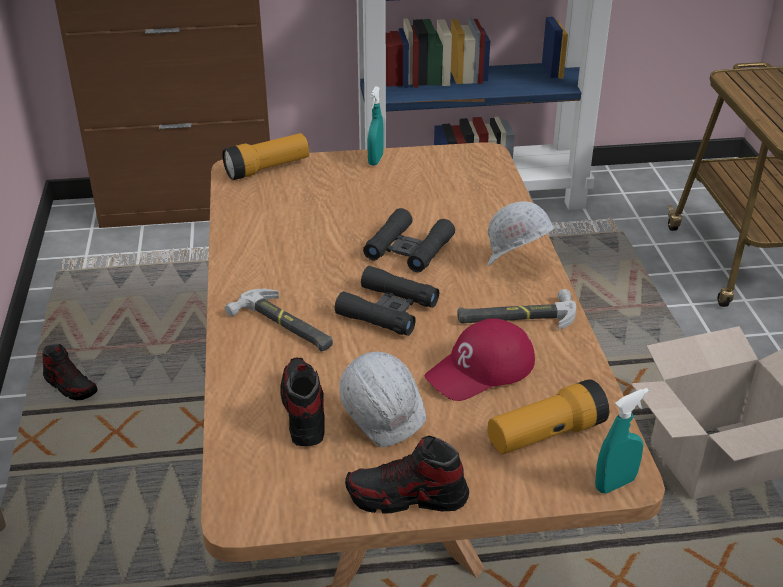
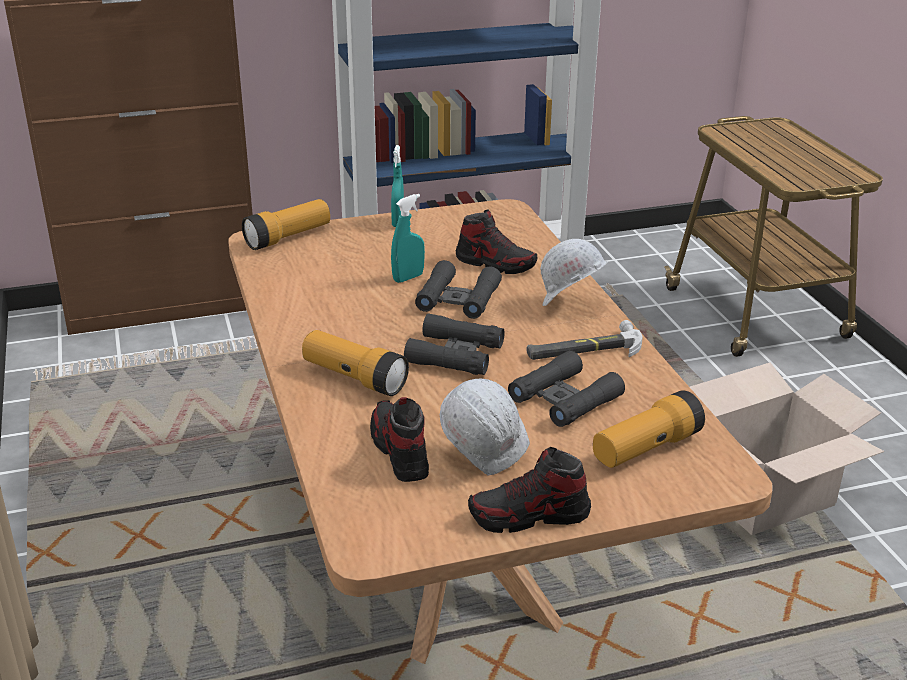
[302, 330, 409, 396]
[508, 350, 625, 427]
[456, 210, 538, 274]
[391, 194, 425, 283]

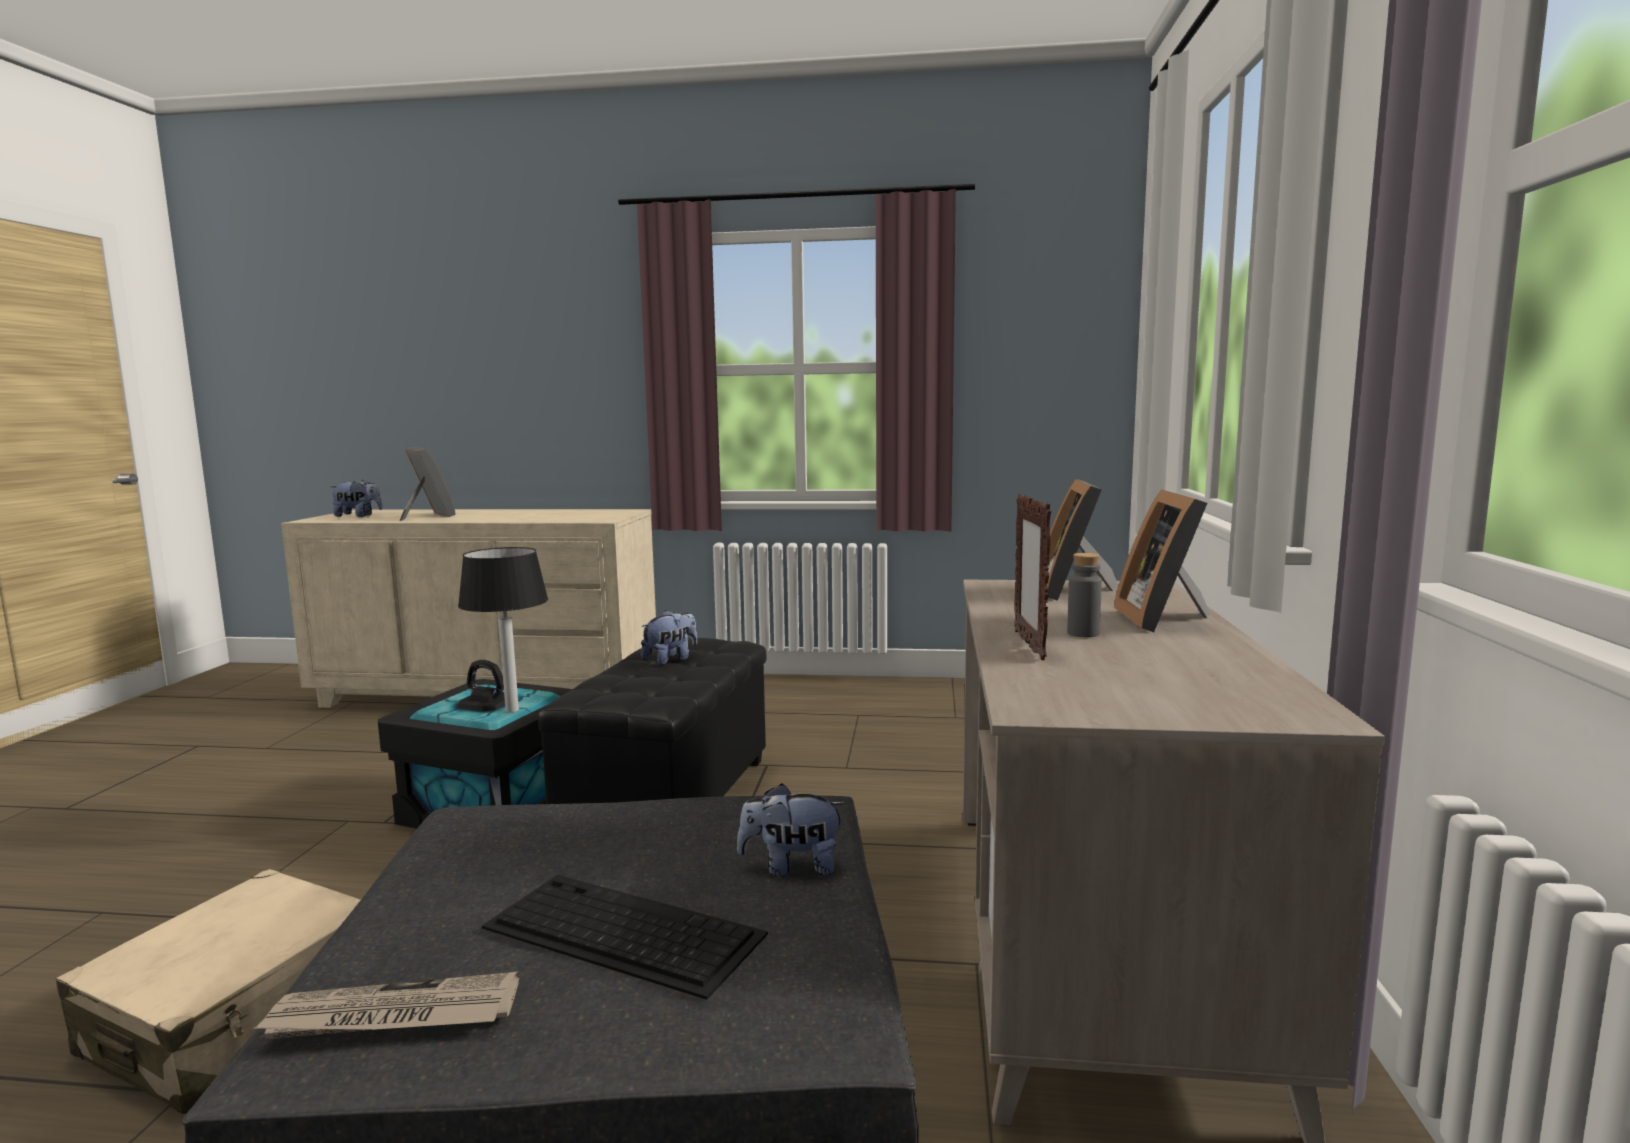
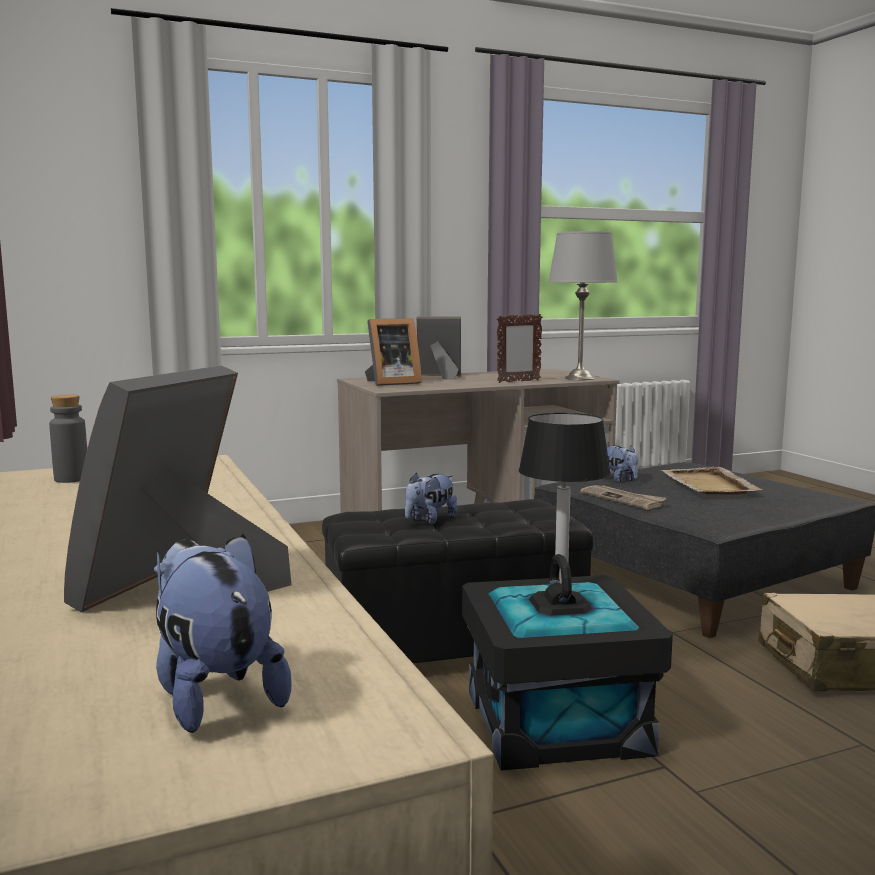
[417, 316, 461, 380]
[49, 394, 87, 483]
[405, 473, 458, 525]
[661, 467, 763, 495]
[580, 485, 666, 510]
[548, 231, 618, 380]

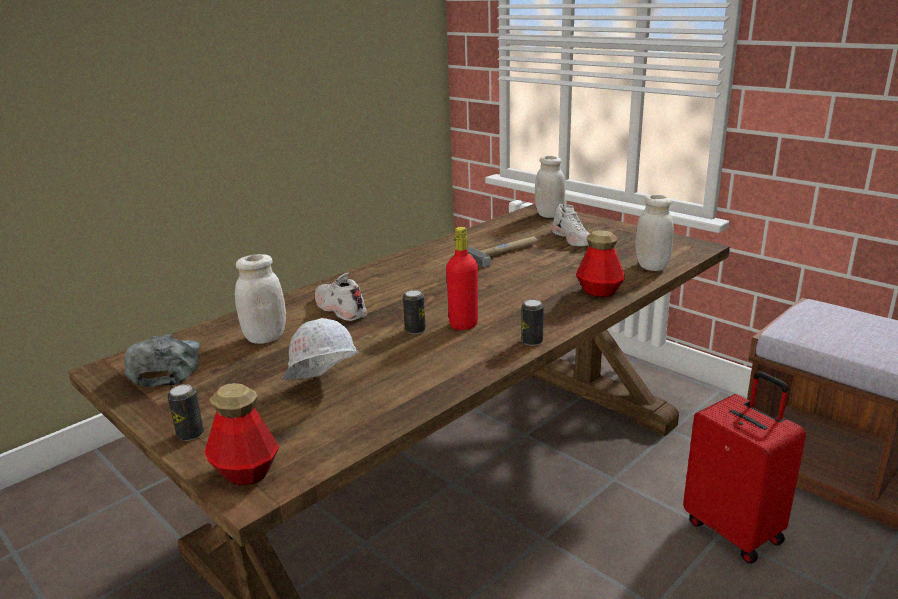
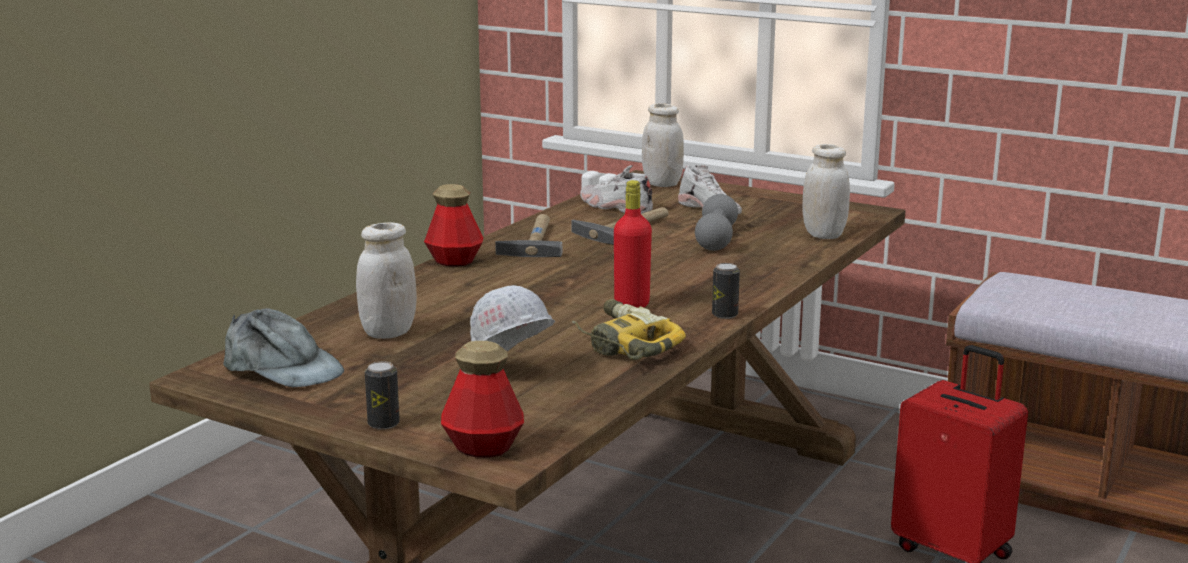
[424, 184, 483, 267]
[580, 165, 653, 214]
[403, 290, 426, 334] (first image)
[223, 308, 344, 387]
[695, 194, 738, 251]
[495, 214, 562, 257]
[572, 299, 686, 360]

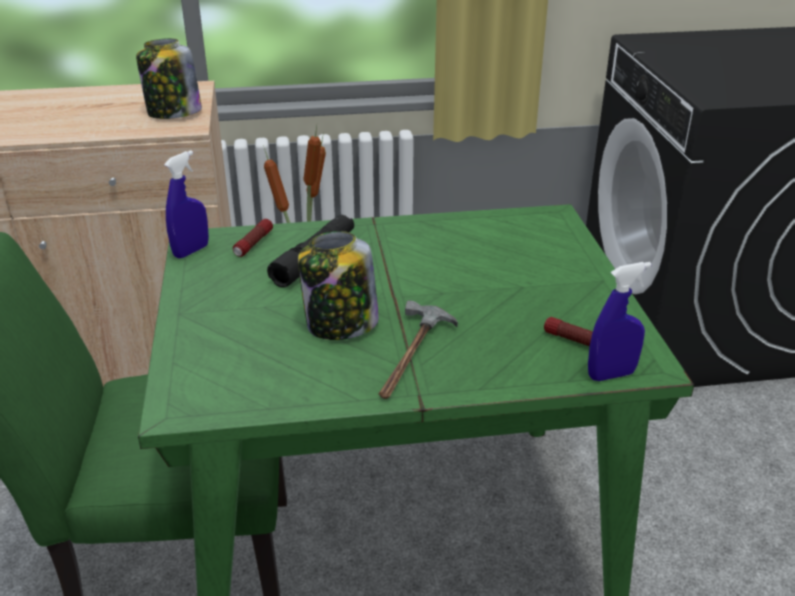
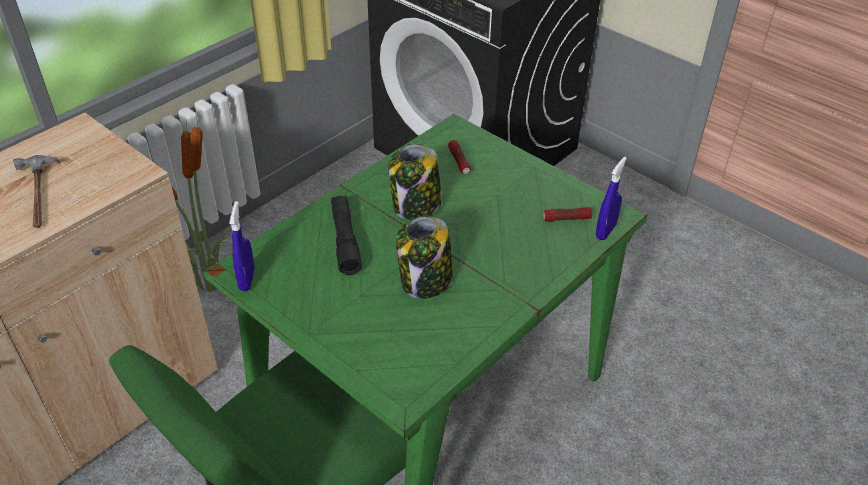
[388, 143, 442, 220]
[448, 140, 471, 174]
[13, 155, 60, 228]

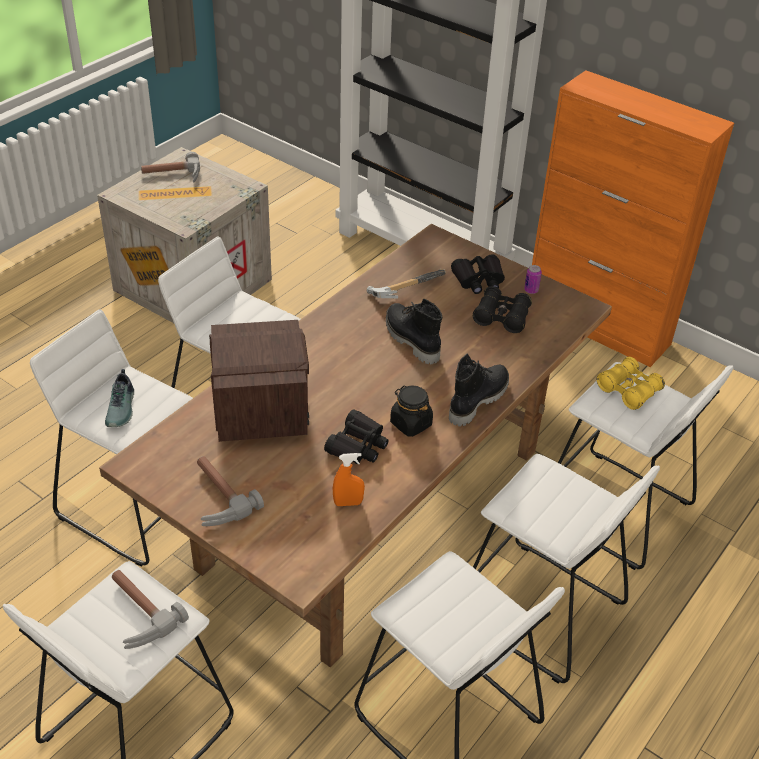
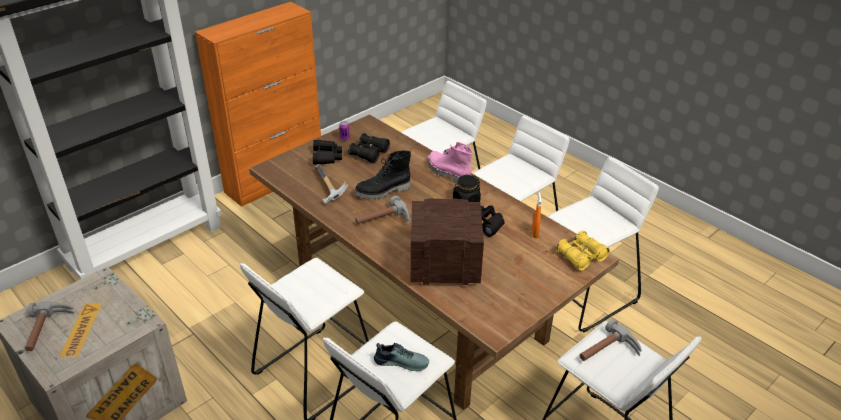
[428, 142, 473, 184]
[556, 231, 610, 271]
[355, 196, 409, 225]

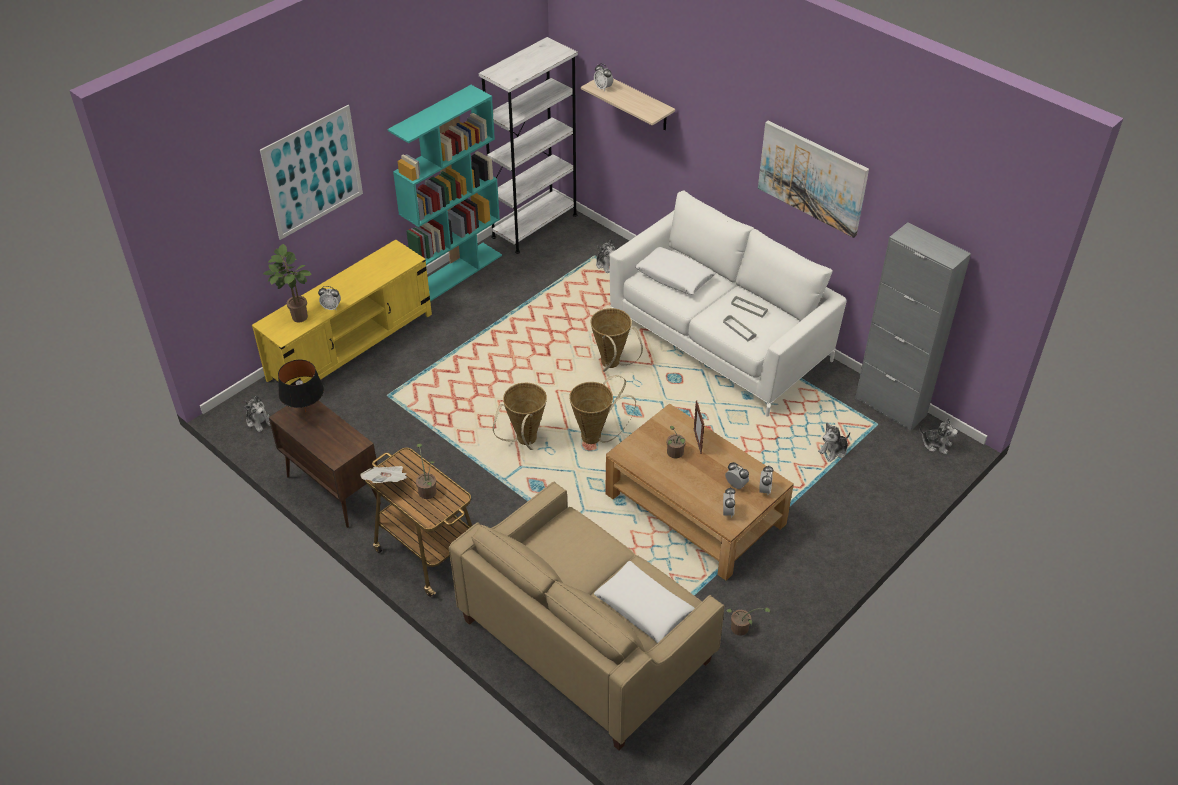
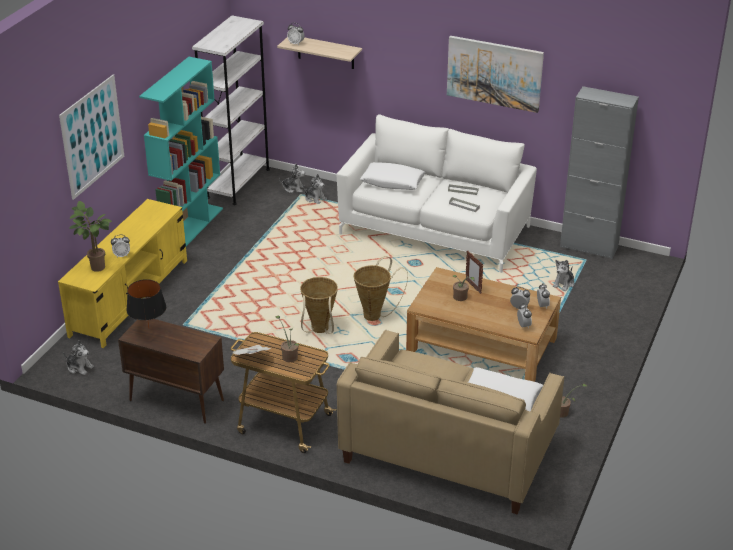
[590, 308, 643, 372] (first image)
[279, 164, 305, 193]

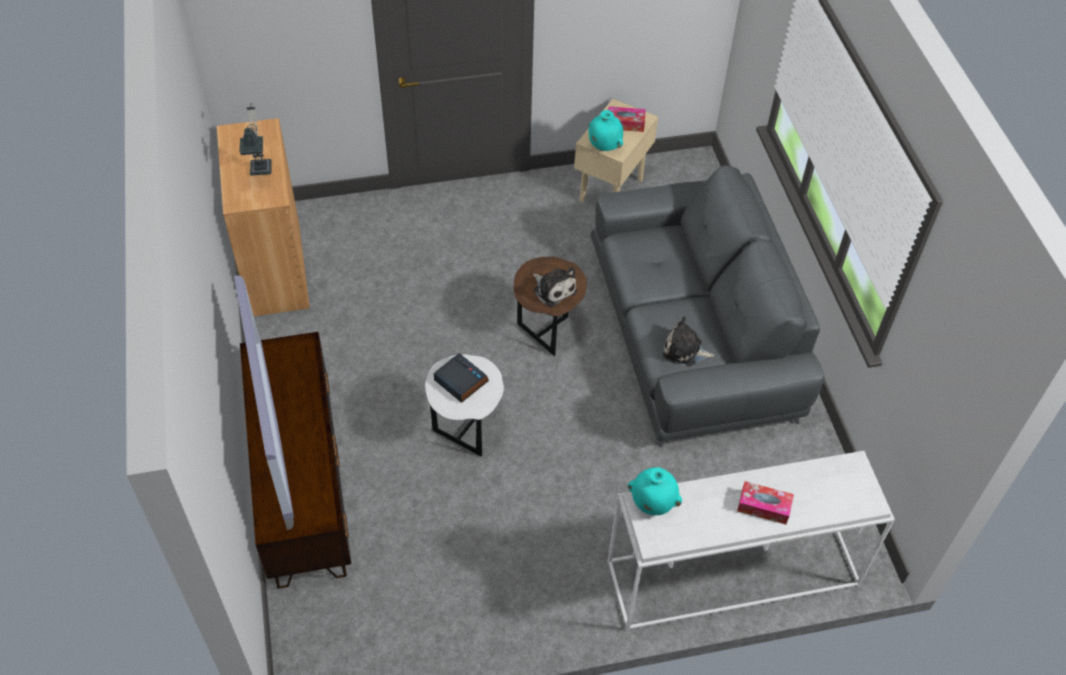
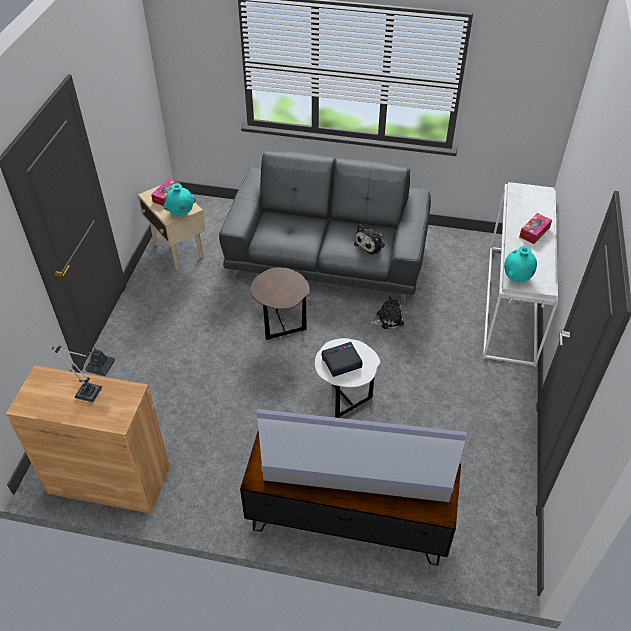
[369, 296, 404, 329]

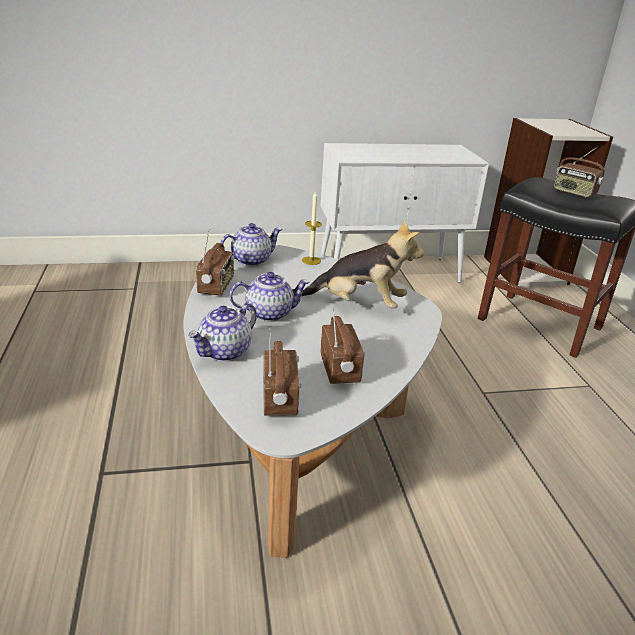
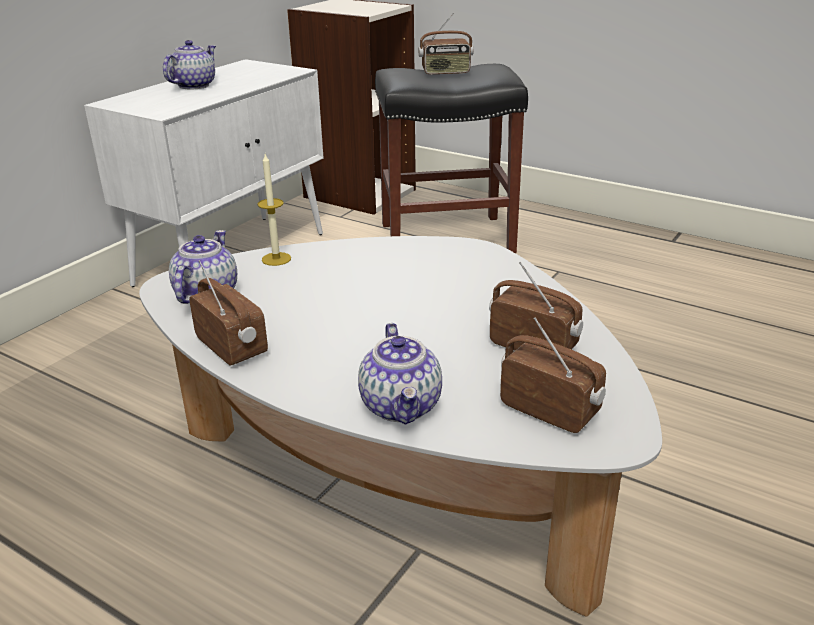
[302, 220, 424, 309] (first image)
[163, 40, 216, 89]

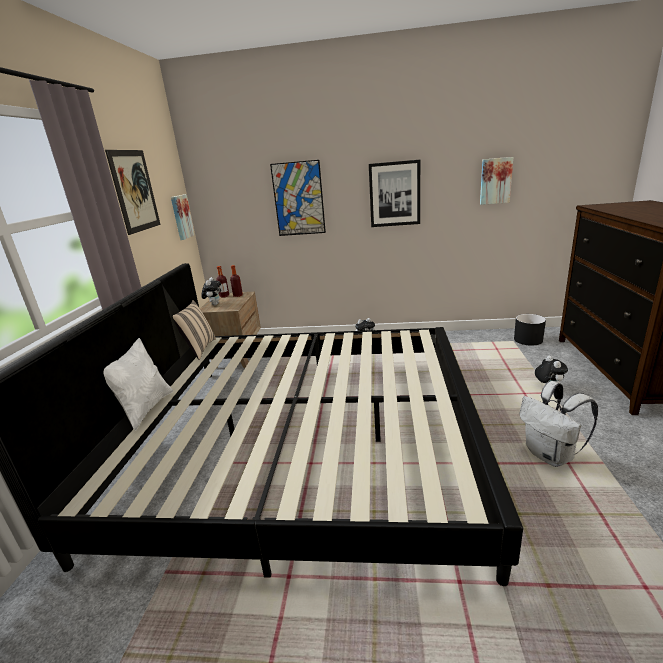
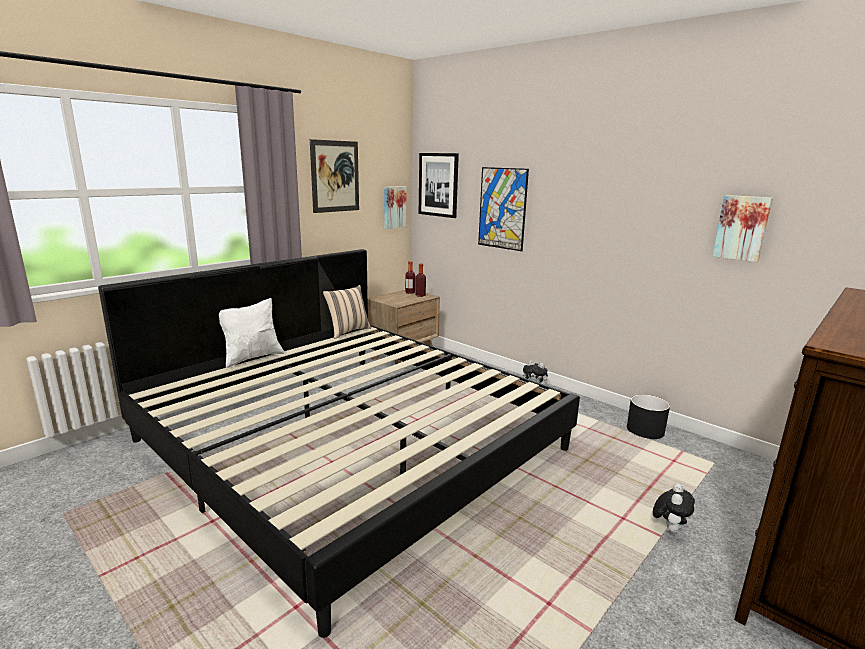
[419, 153, 459, 218]
[201, 277, 221, 306] (first image)
[627, 395, 670, 439]
[520, 381, 598, 467] (first image)

